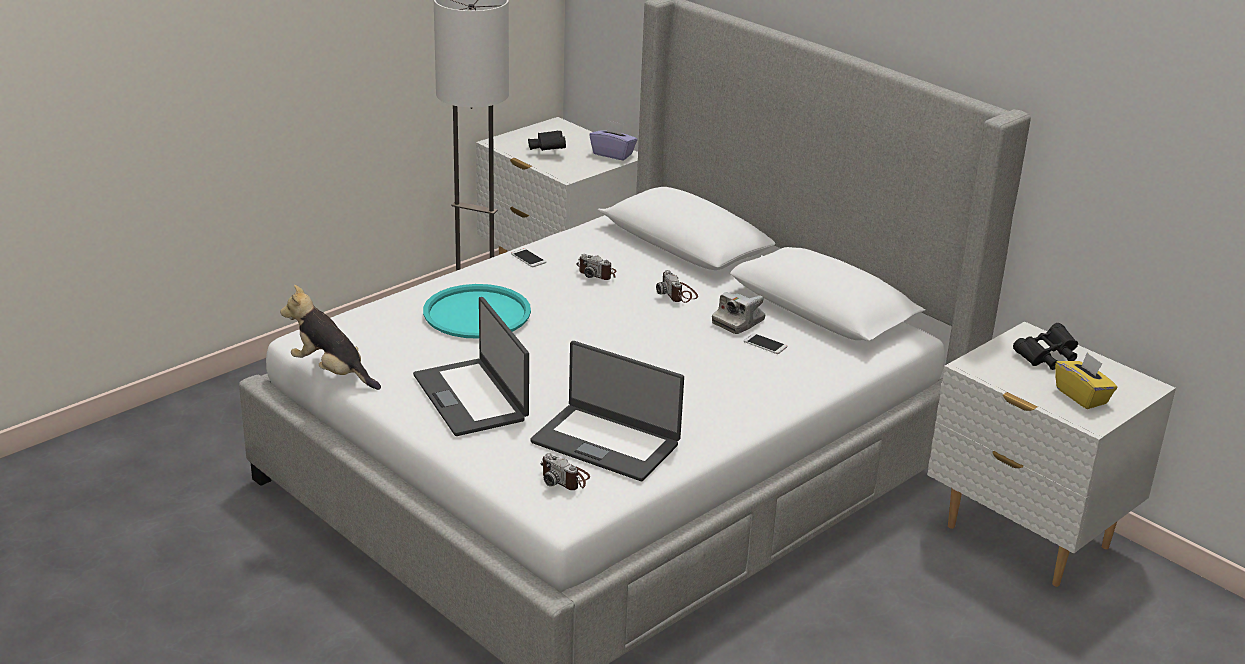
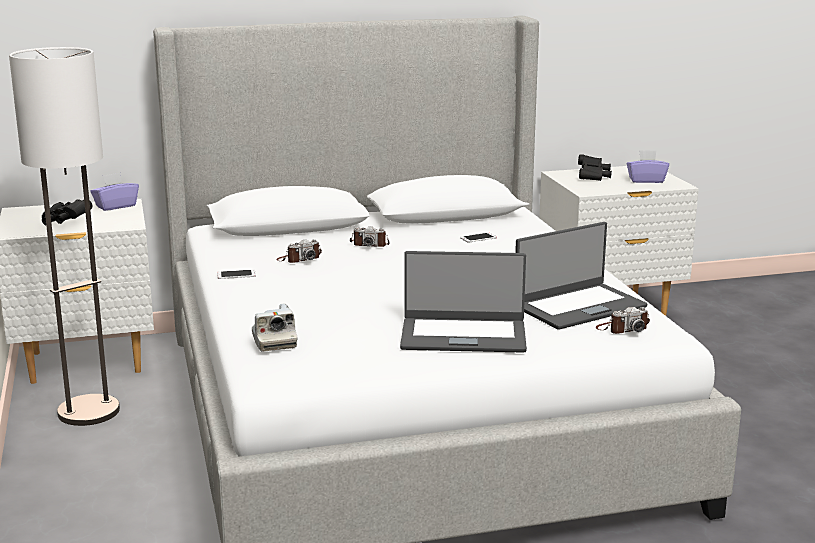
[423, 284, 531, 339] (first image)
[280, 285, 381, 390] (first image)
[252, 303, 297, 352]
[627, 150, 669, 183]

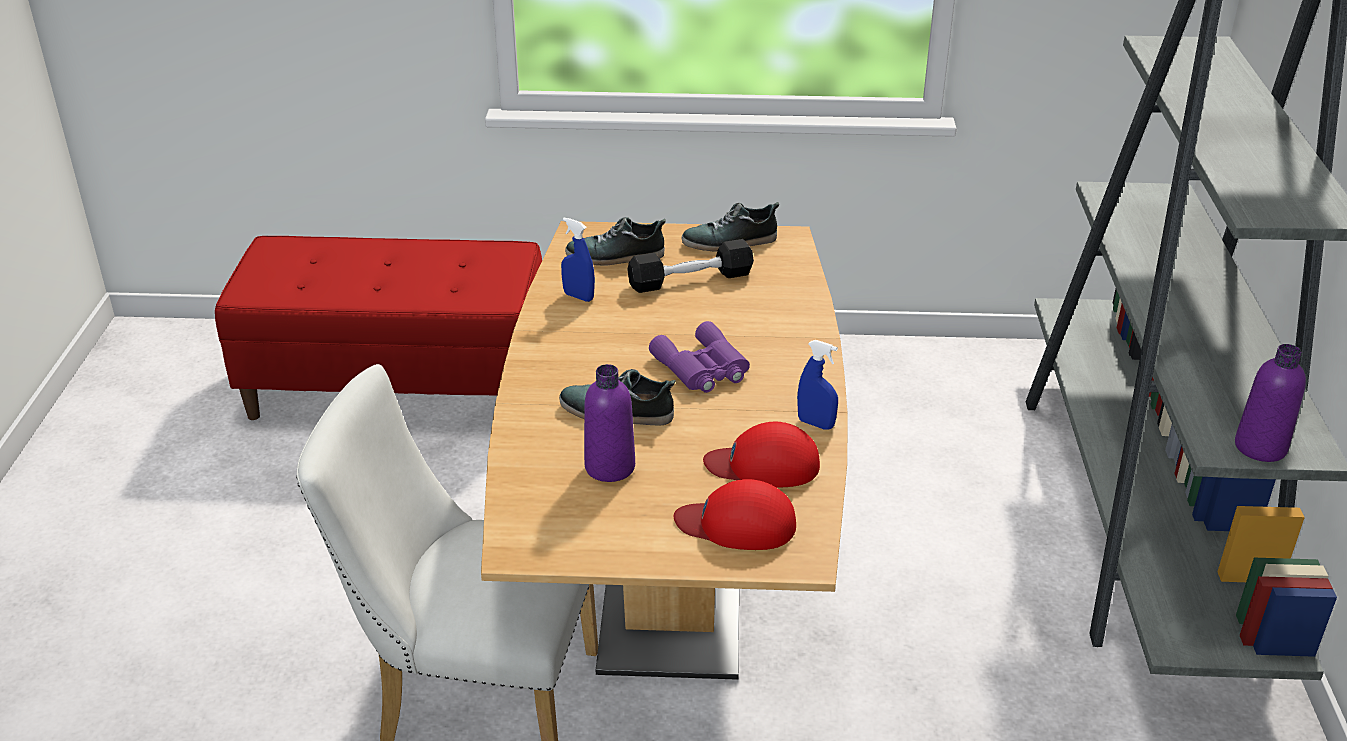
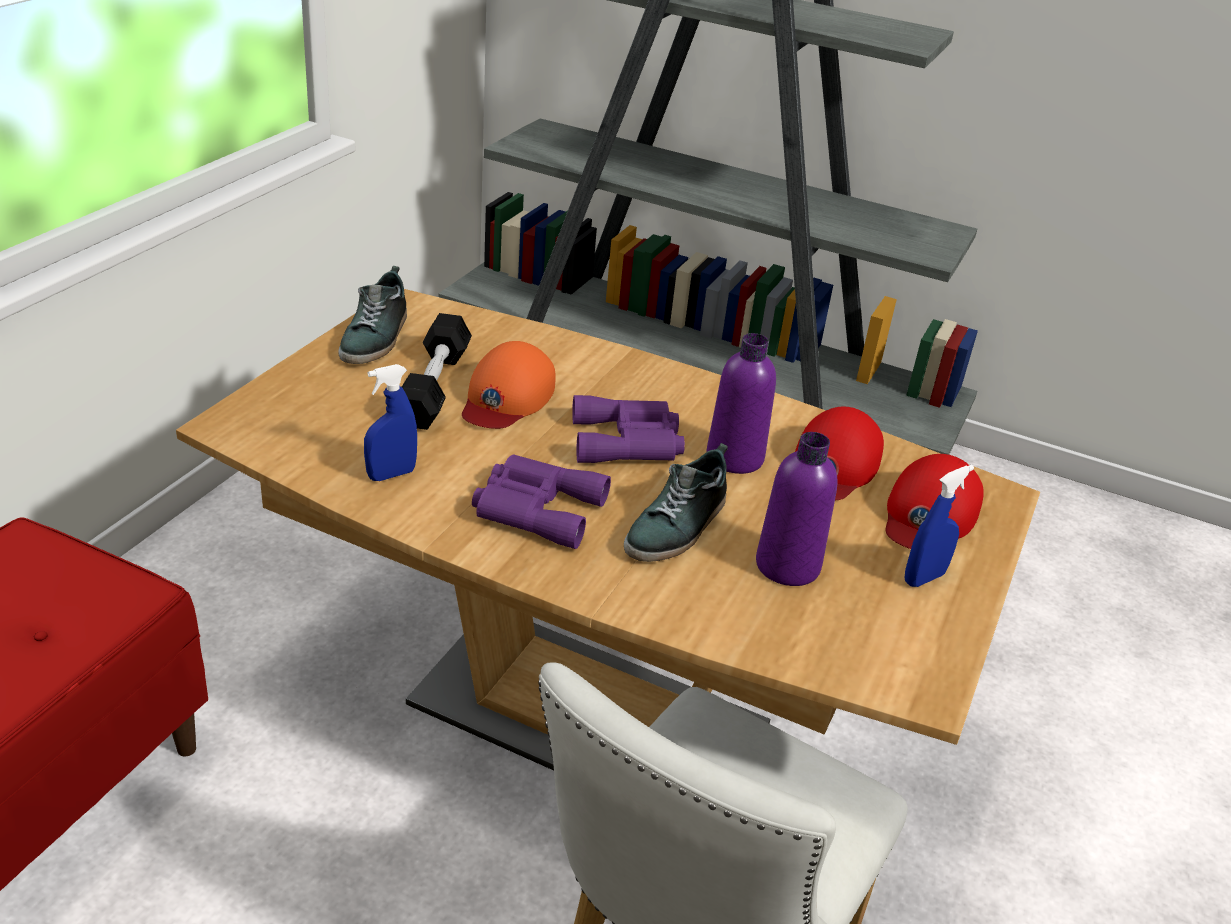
[565, 217, 666, 266] (first image)
[905, 465, 974, 587]
[707, 333, 776, 474]
[462, 341, 556, 429]
[472, 454, 611, 549]

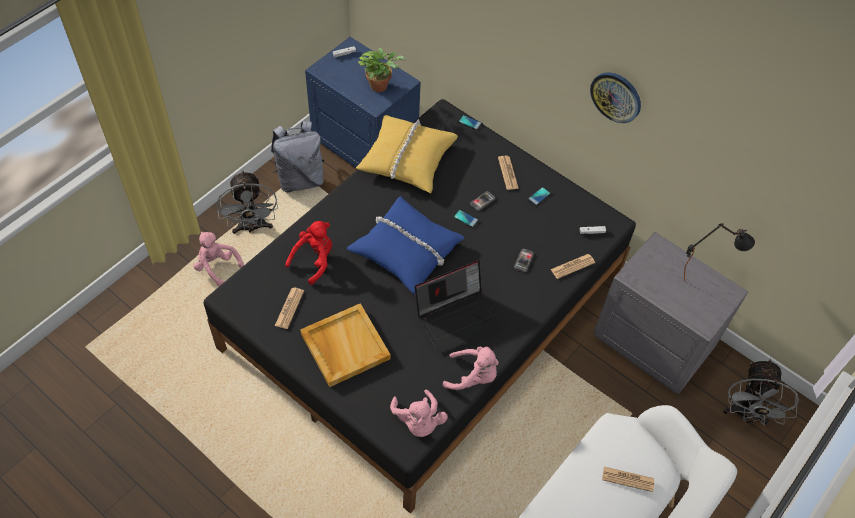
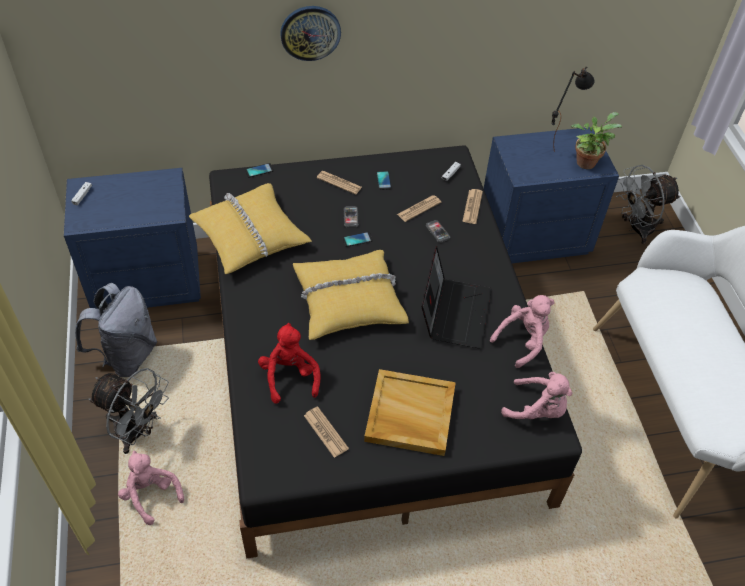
[571, 112, 622, 169]
[280, 6, 341, 61]
[293, 250, 409, 340]
[118, 451, 184, 525]
[483, 127, 619, 263]
[616, 165, 681, 244]
[397, 195, 441, 222]

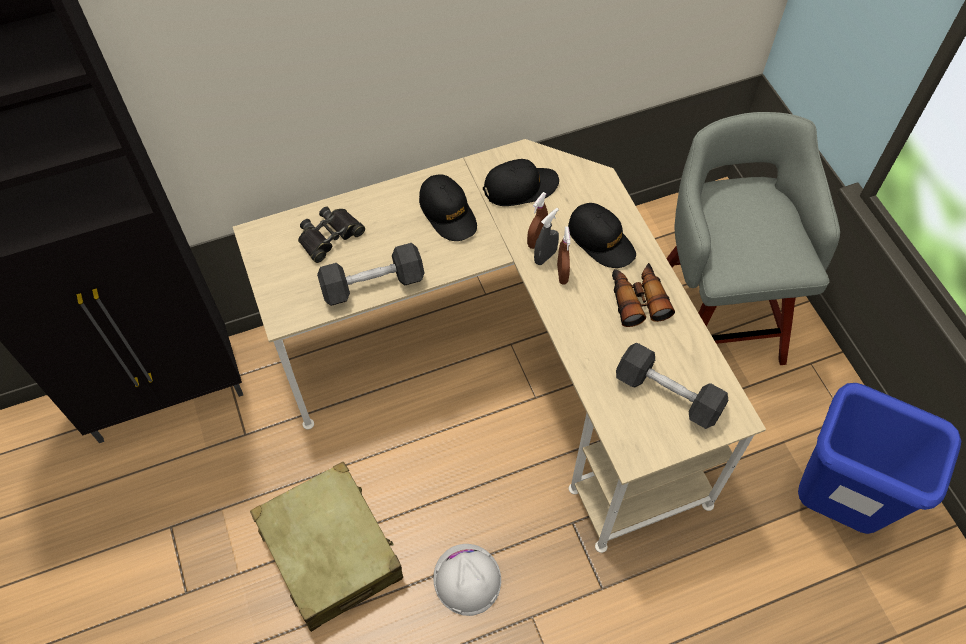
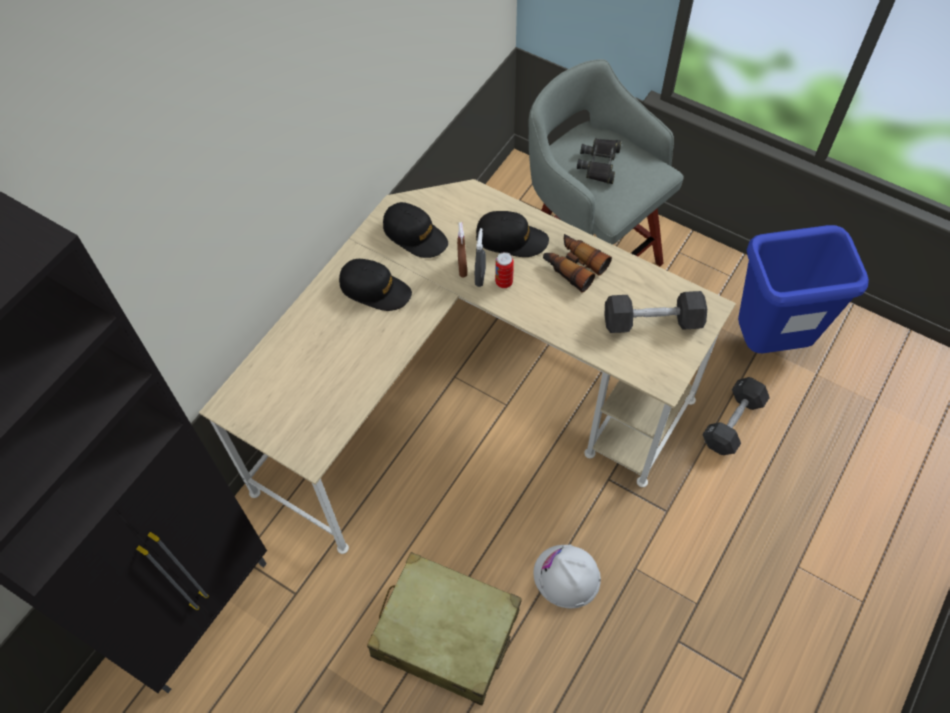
[383, 202, 448, 258]
[577, 138, 622, 184]
[495, 252, 514, 288]
[702, 377, 770, 455]

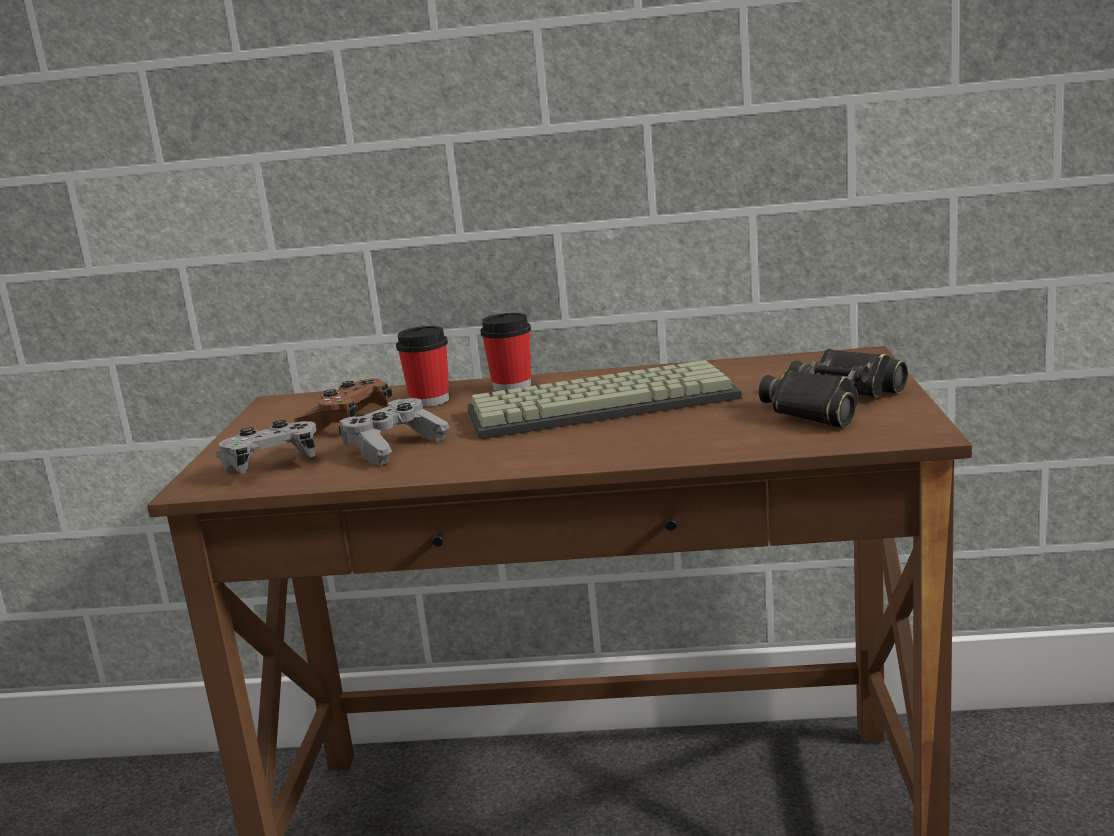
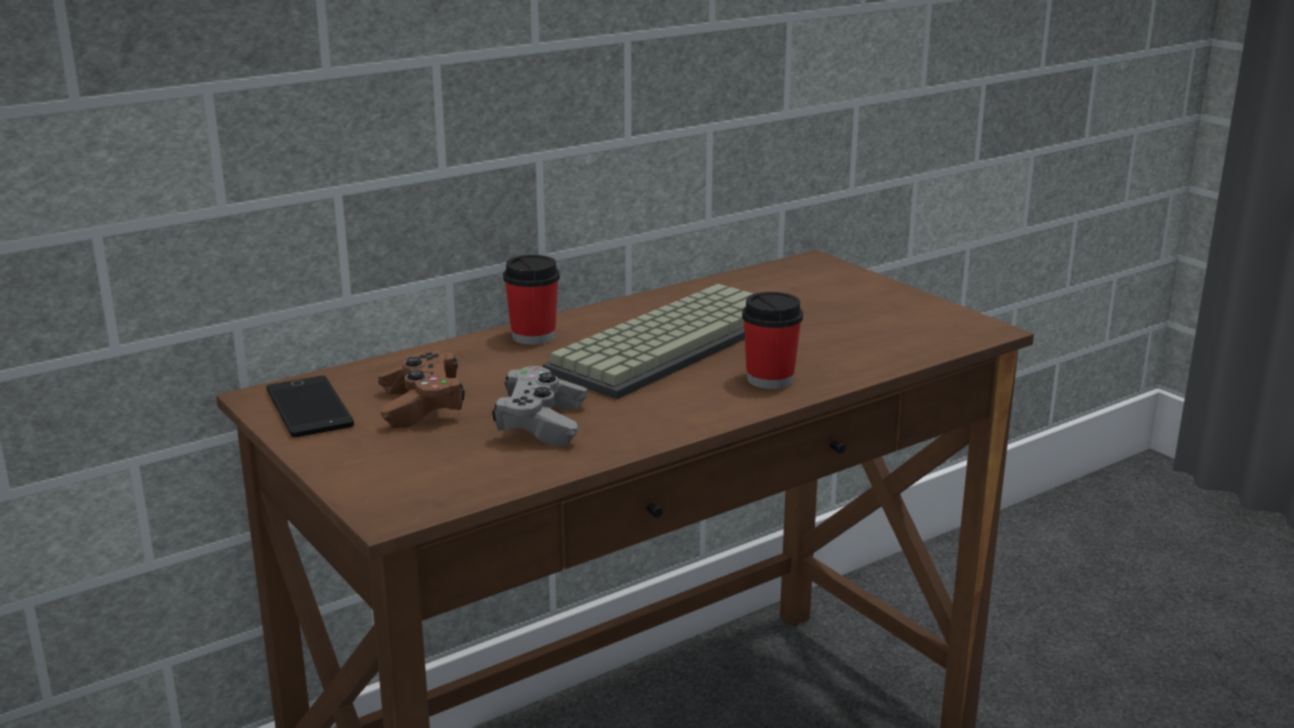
[742, 292, 803, 389]
[759, 349, 908, 428] (first image)
[216, 420, 317, 474] (first image)
[266, 376, 354, 437]

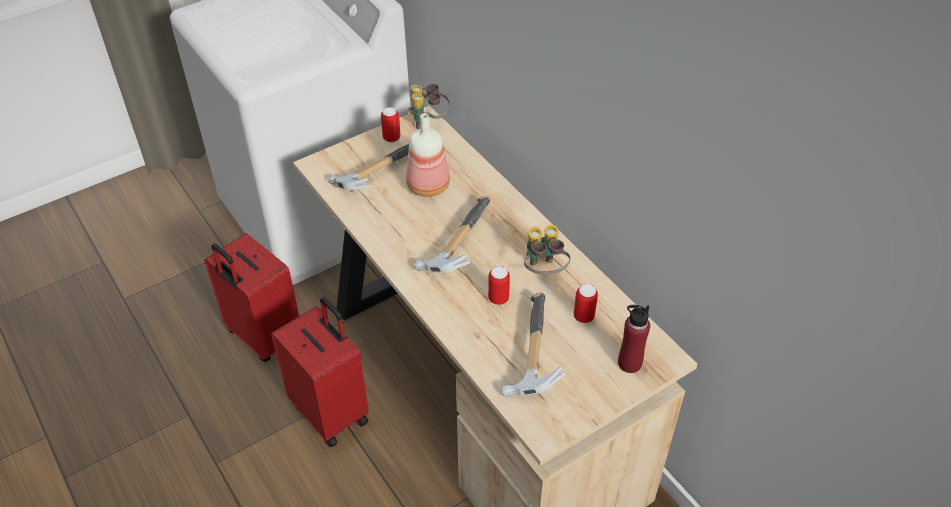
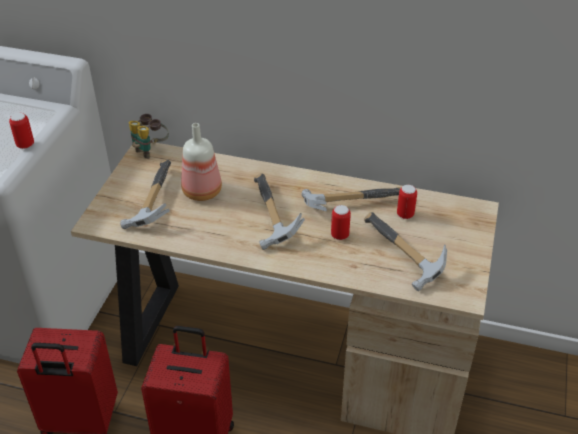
[9, 113, 34, 149]
[301, 187, 401, 211]
[618, 305, 650, 373] (first image)

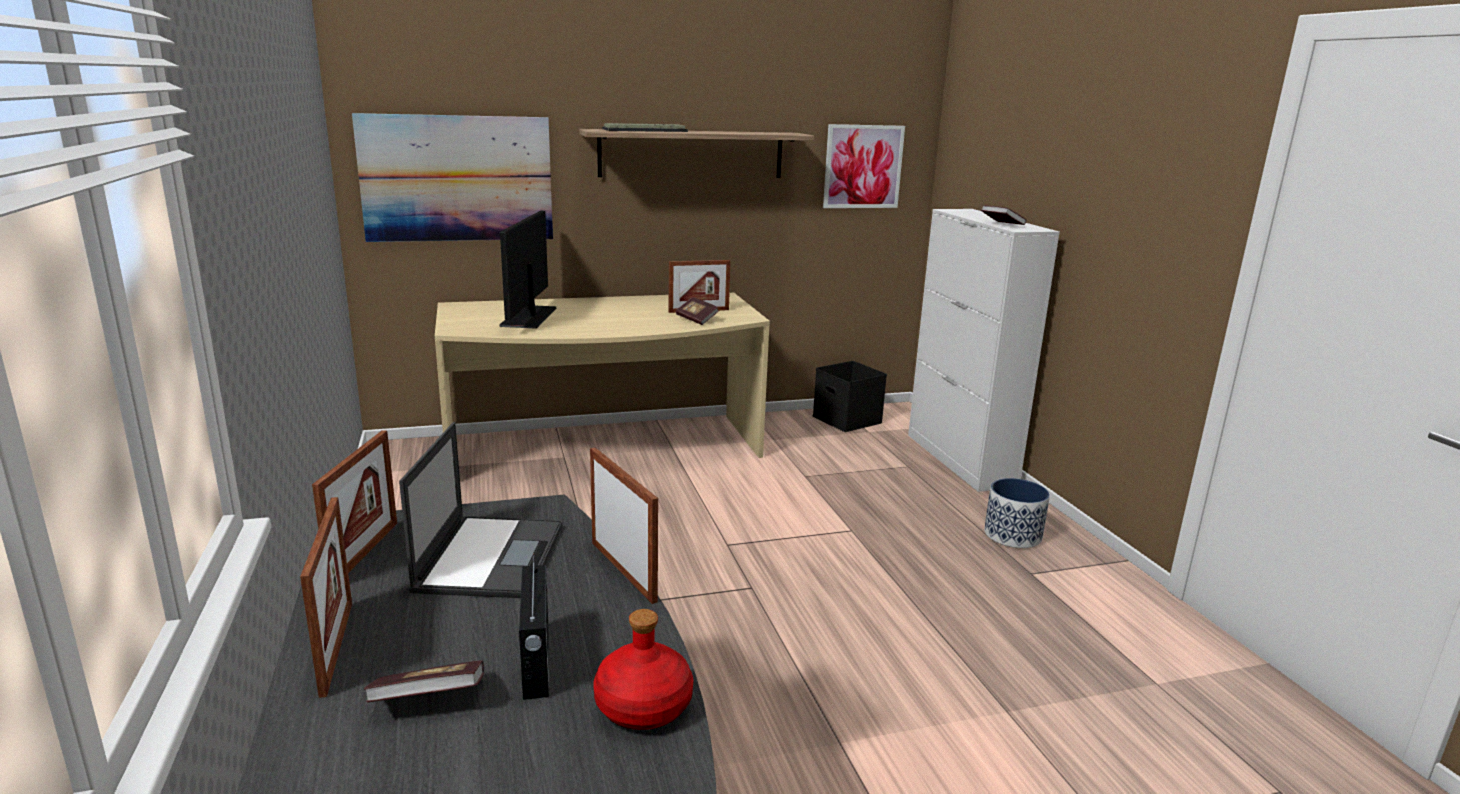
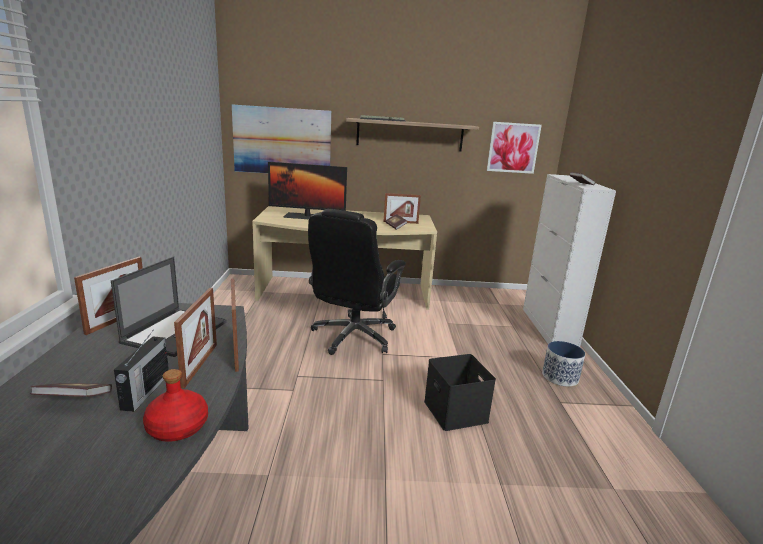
[268, 162, 347, 219]
[424, 354, 496, 431]
[174, 288, 217, 388]
[308, 209, 406, 355]

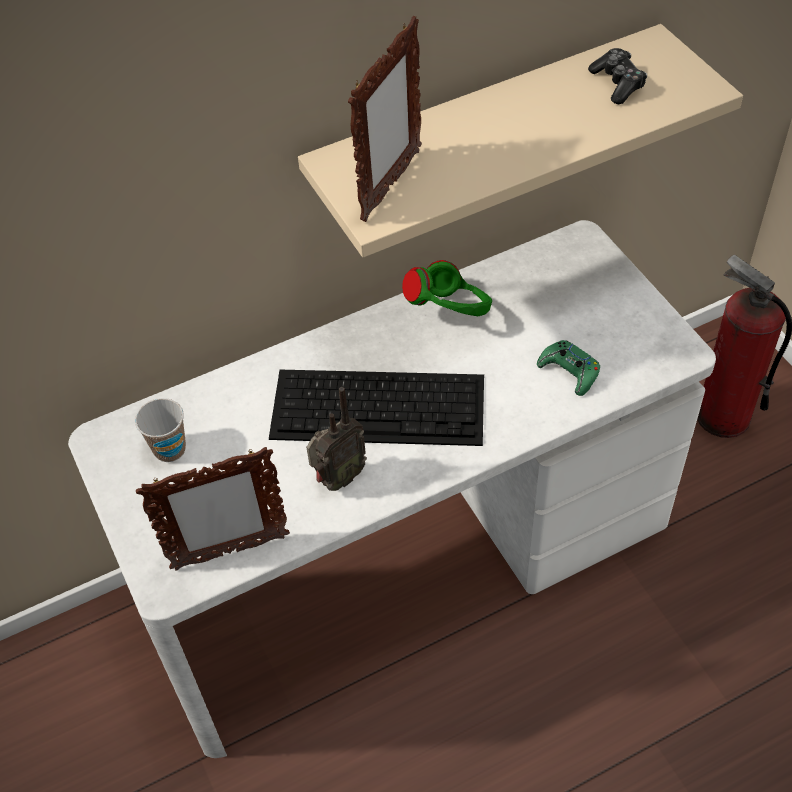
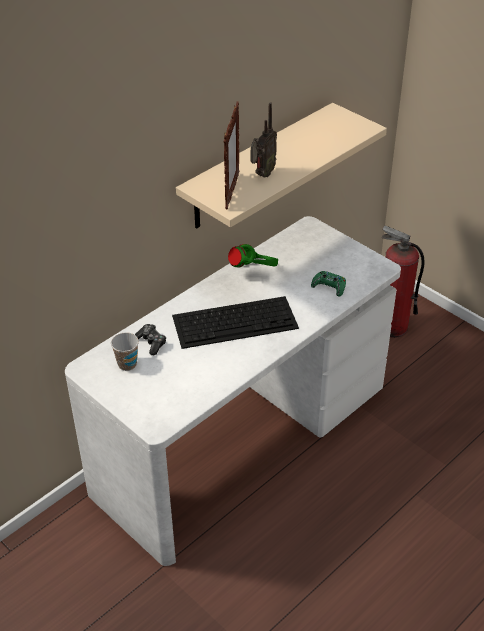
[135, 324, 166, 355]
[251, 102, 277, 178]
[136, 447, 290, 571] (first image)

